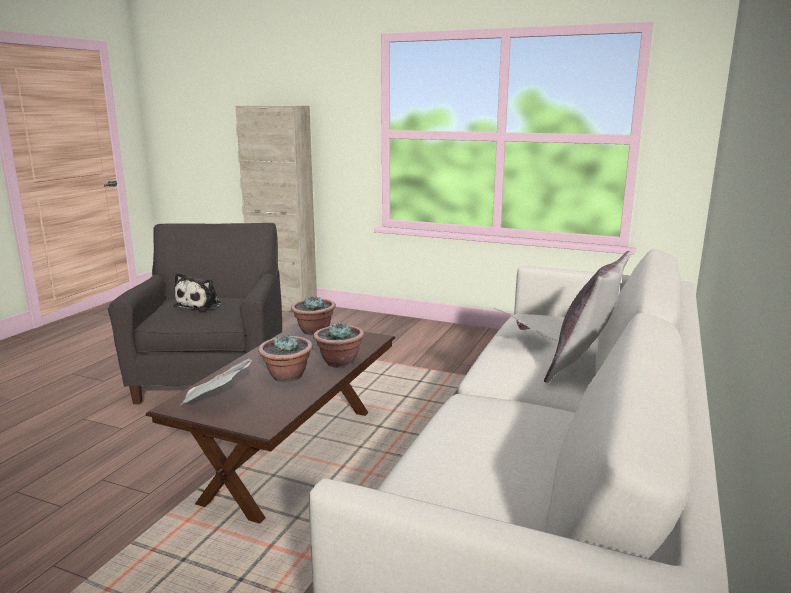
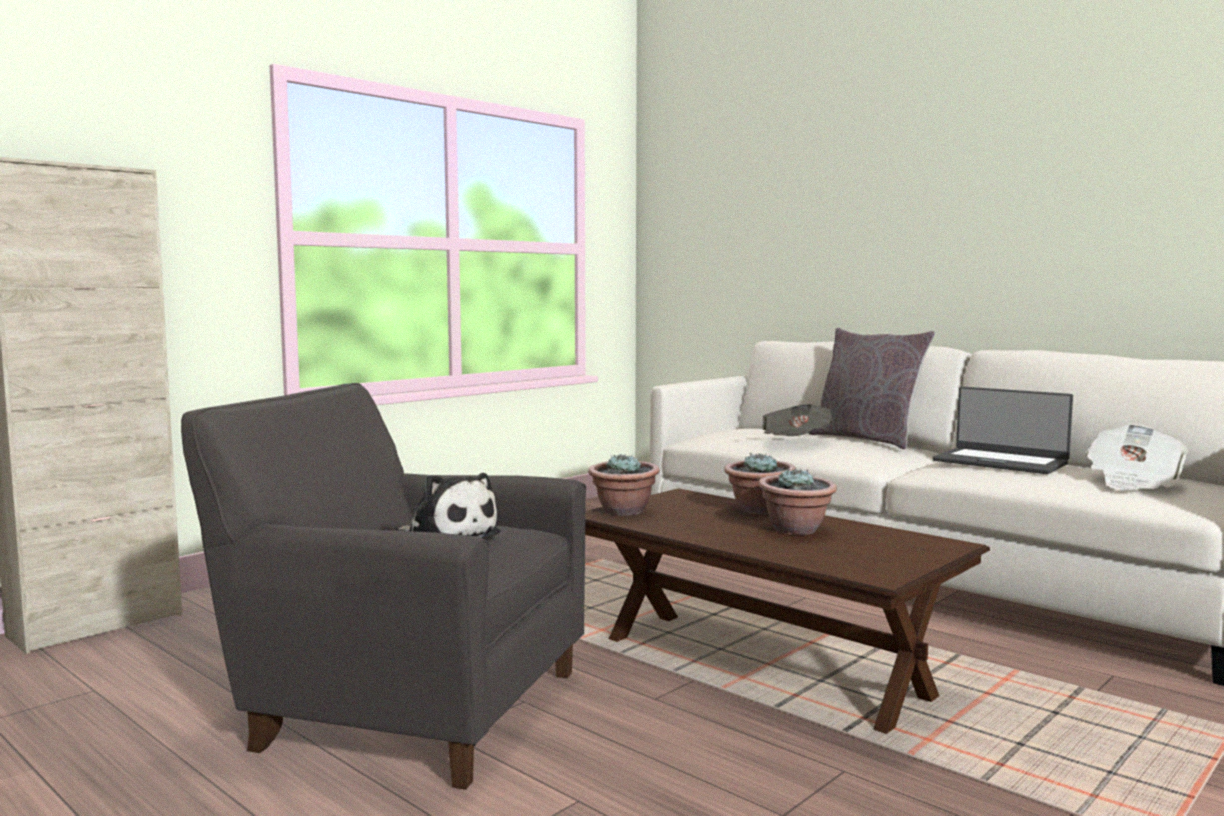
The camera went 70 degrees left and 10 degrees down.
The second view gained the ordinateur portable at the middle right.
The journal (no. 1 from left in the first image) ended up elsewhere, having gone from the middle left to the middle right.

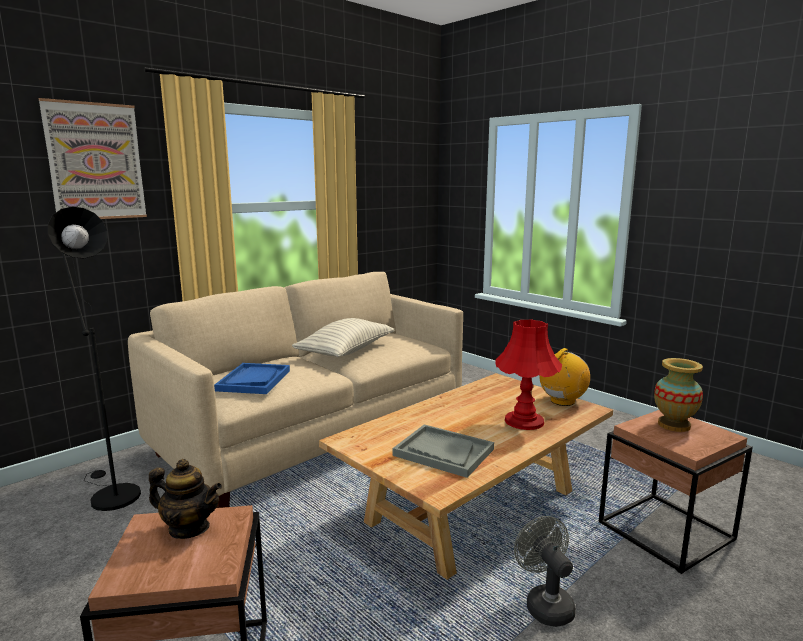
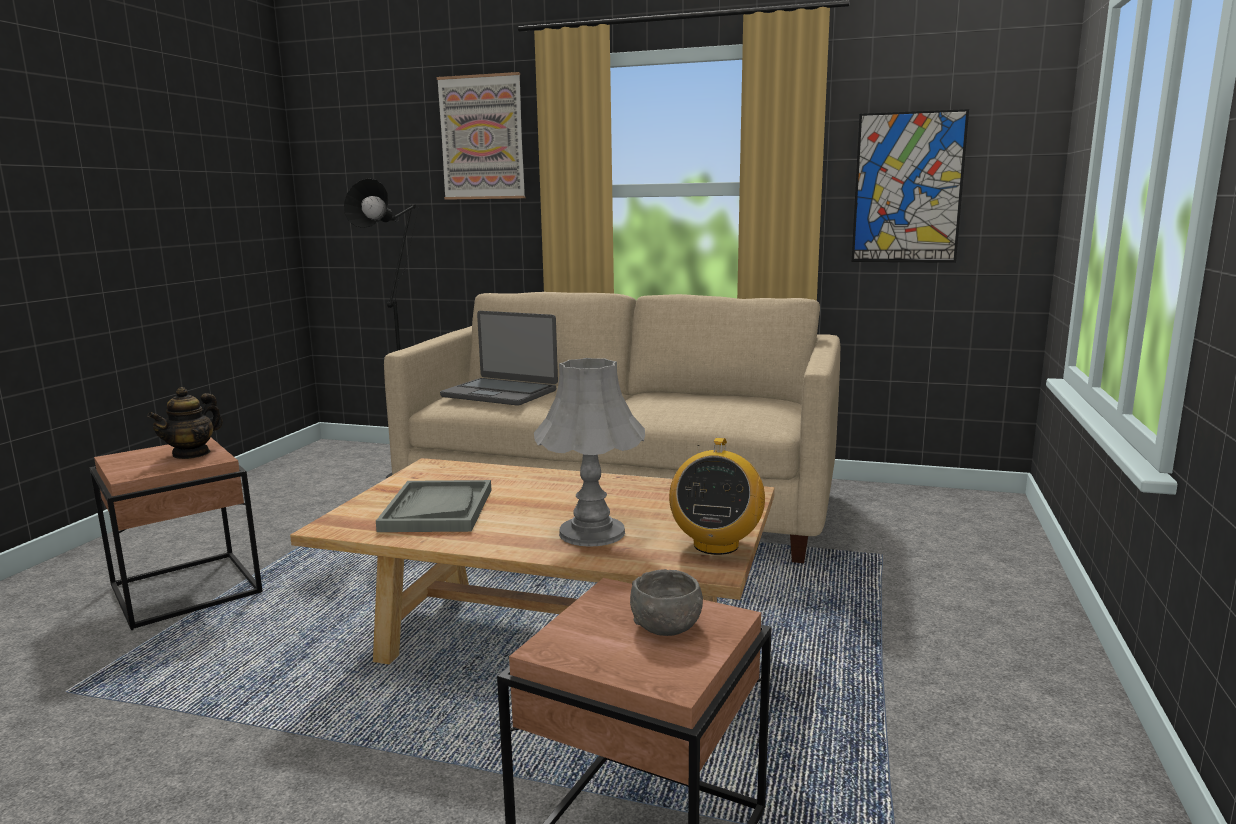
The camera went 60 degrees right and 0 degrees up.
The théière at the bottom left ended up facing another way, 45 degrees clockwise from before.
Where the plateau (bleu) stood at the middle left, the ordinateur portable came to stand at the centre.
What was the lampe de table (rouge) at the centre turned into the lampe de table (gris) at the centre.
Where the vase stood at the middle right, the bol (gris) came to stand at the bottom centre.
The radio at the middle right ended up facing another way, 90 degrees clockwise from before.
The second view gained the tableau (no. 2 from left) at the top right.
The second view lost the coussin at the centre.
The second view lost the ventilateur (gris) at the bottom right.

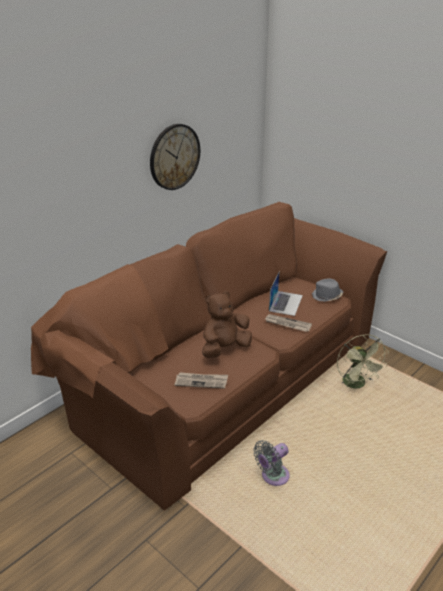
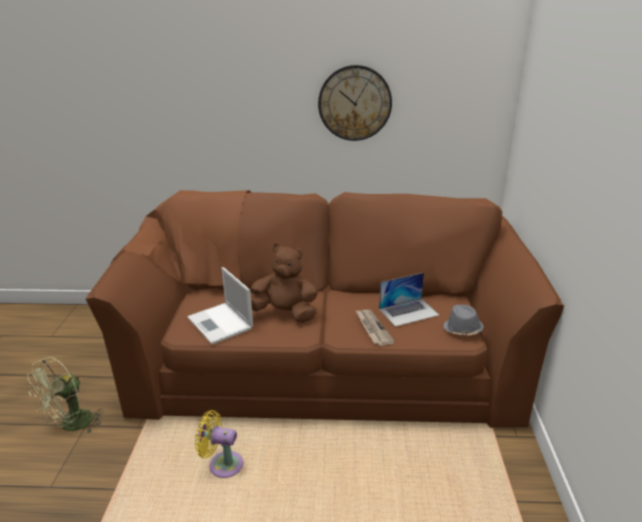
The camera went 50 degrees right and 5 degrees down.
The ventilateur (vert) ended up elsewhere, having gone from the middle right to the bottom left.
Where the journal (no. 1 from left) stood at the centre, the ordinateur portable (no. 1 from left) came to stand at the centre.
What was the ventilateur (gris) at the bottom centre turned into the ventilateur (jaune) at the bottom centre.

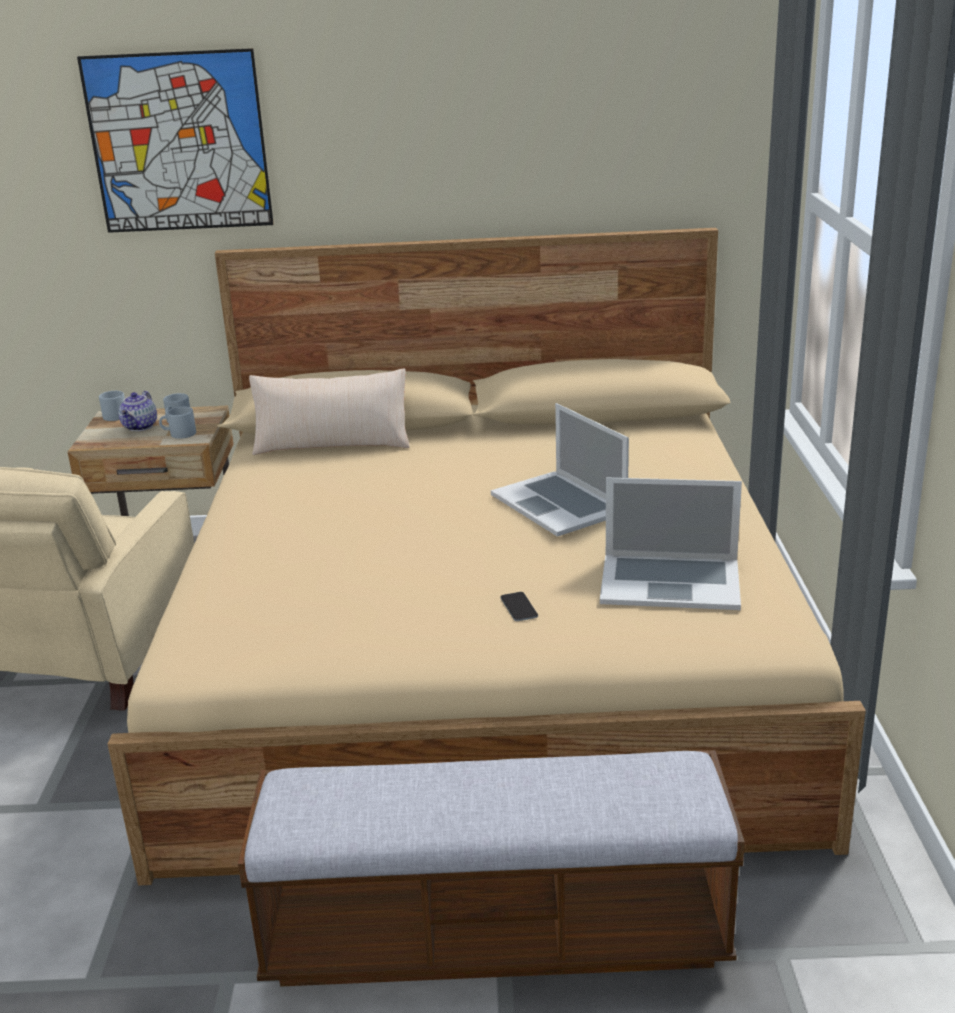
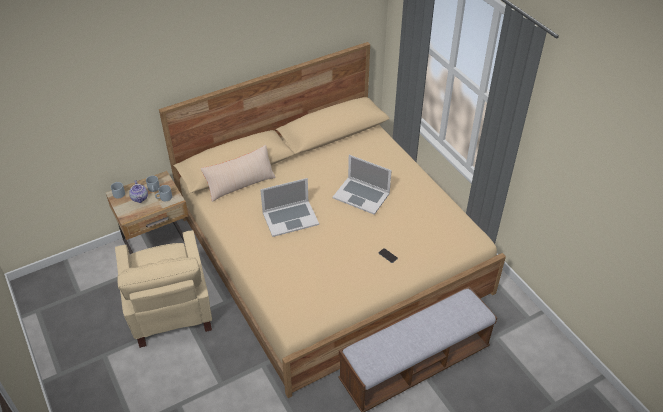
The camera went 30 degrees left and 20 degrees up.
The ordinateur portable (no. 2 from left in the first image) ended up elsewhere, having gone from the middle right to the centre.
The second view lost the tableau at the top left.

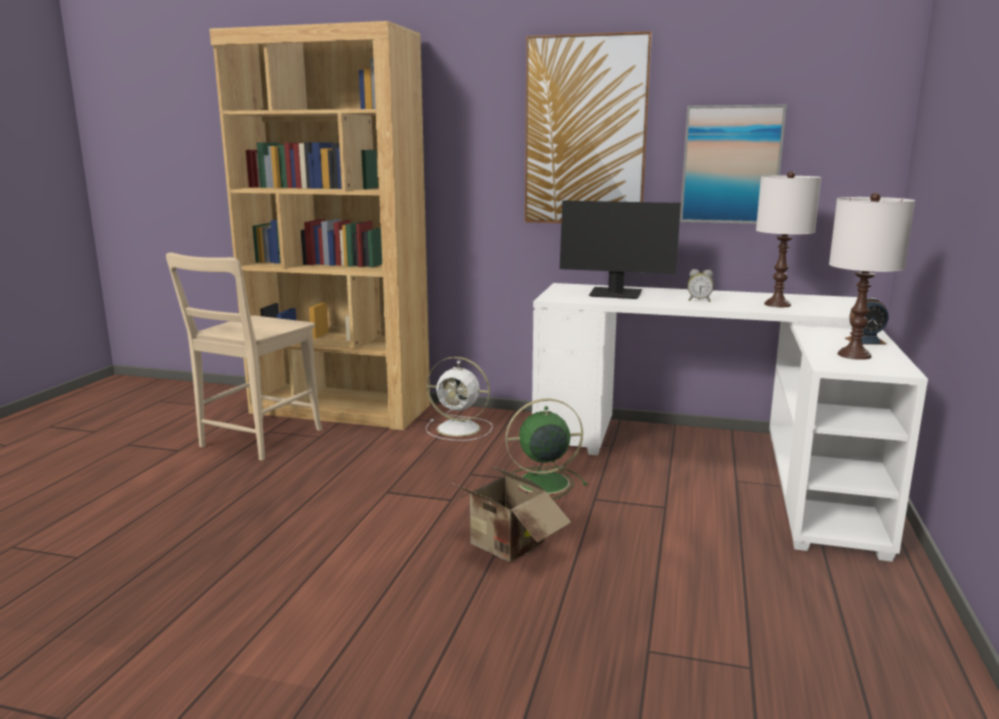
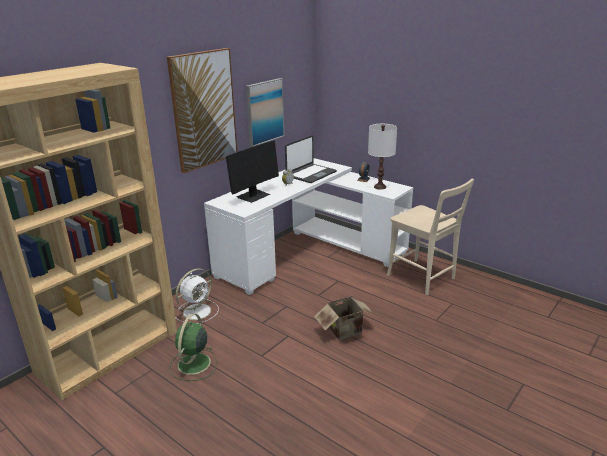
The camera went 65 degrees left and 10 degrees up.
The ventilateur (vert) ended up elsewhere, having gone from the centre to the bottom left.
Where the lampe de table (blanc) (no. 1 from left) stood at the top right, the ordinateur portable came to stand at the centre.
The chaise (beige) ended up elsewhere, having gone from the middle left to the middle right.

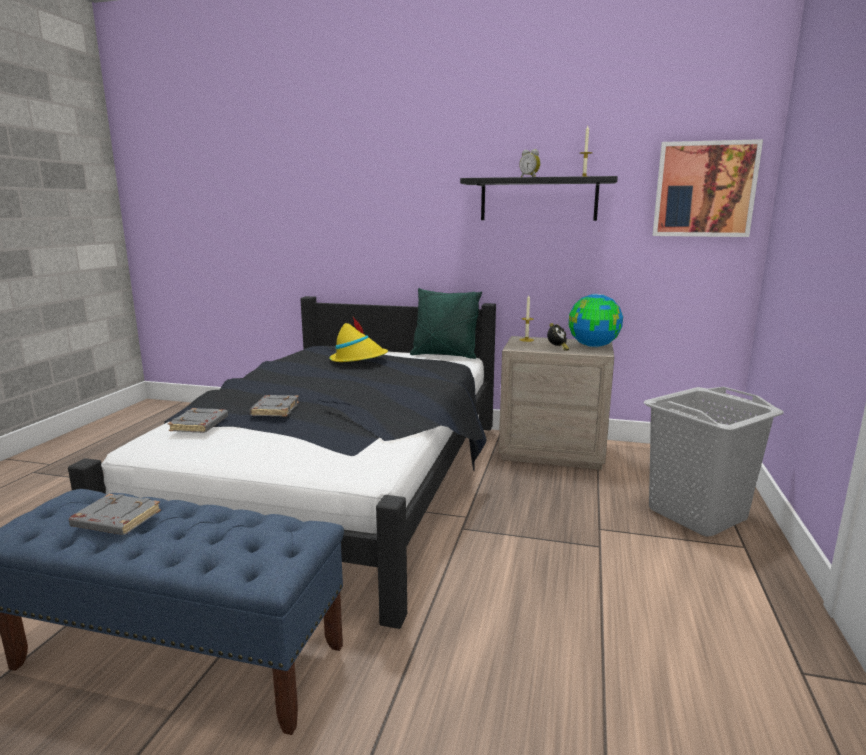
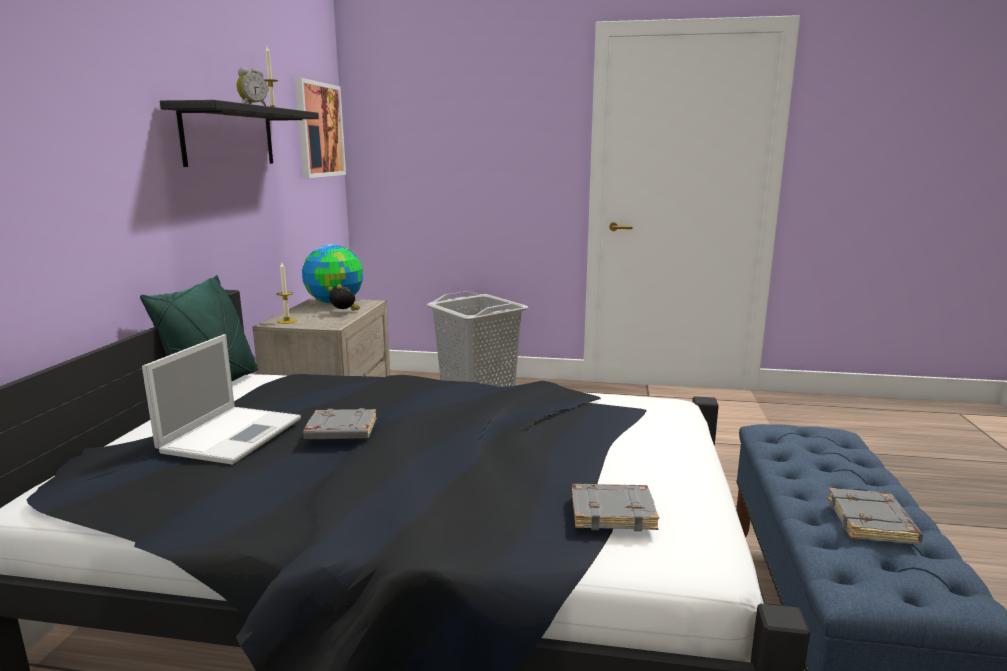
The camera went 95 degrees left and 0 degrees up.
Where the chapeau (jaune) stood at the centre, the ordinateur portable came to stand at the middle left.
The livre (gris) (no. 3 from left in the first image) ended up elsewhere, having gone from the middle left to the centre.

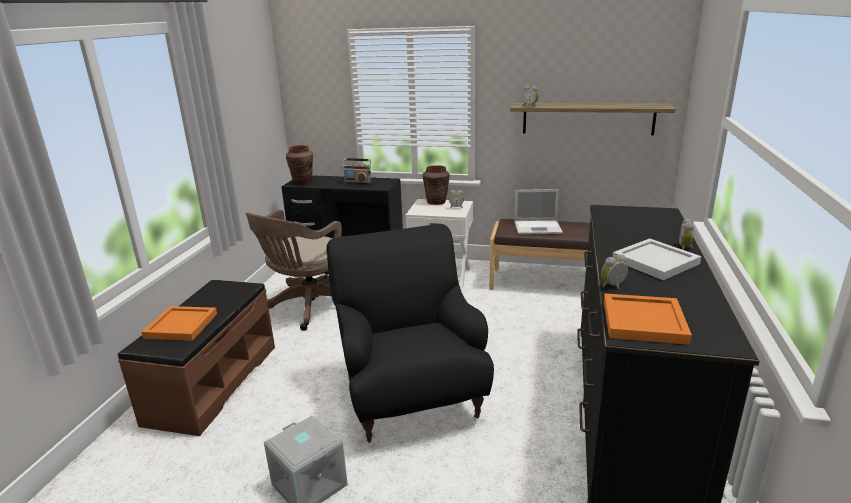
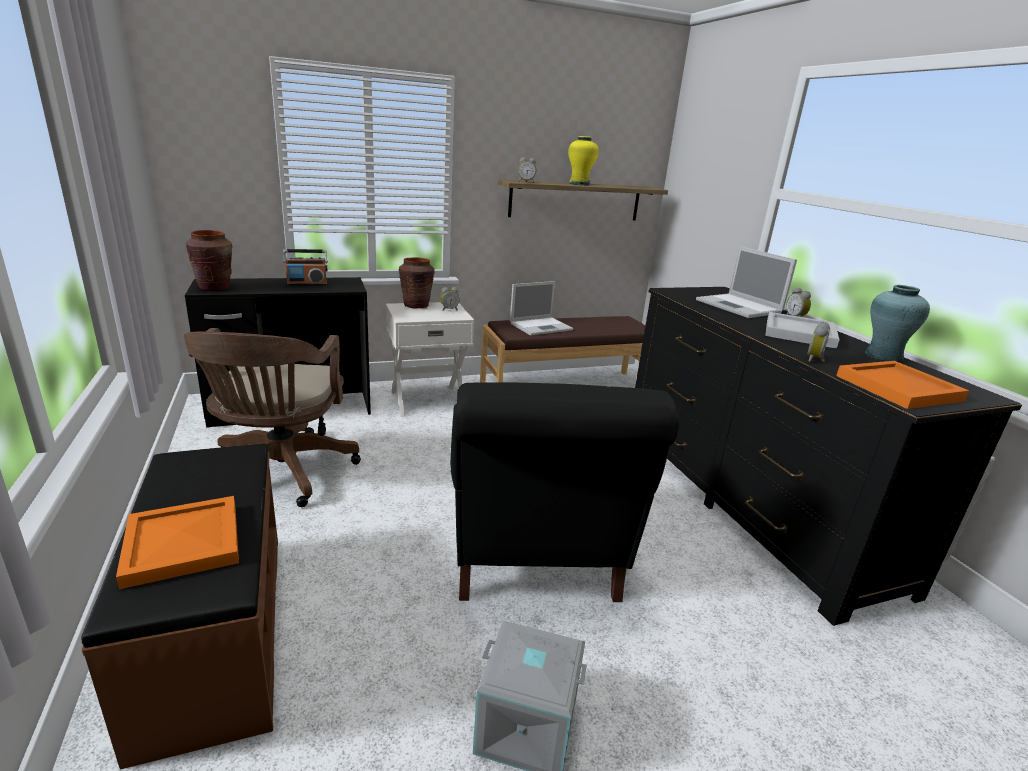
The camera went 35 degrees left and 0 degrees up.
The fauteuil (noir) at the centre ended up facing another way, 135 degrees counterclockwise from before.
The second view gained the vase (jaune) at the top centre.
The second view gained the ordinateur portable (no. 2 from left) at the middle right.
The second view gained the vase (turquoise) at the middle right.

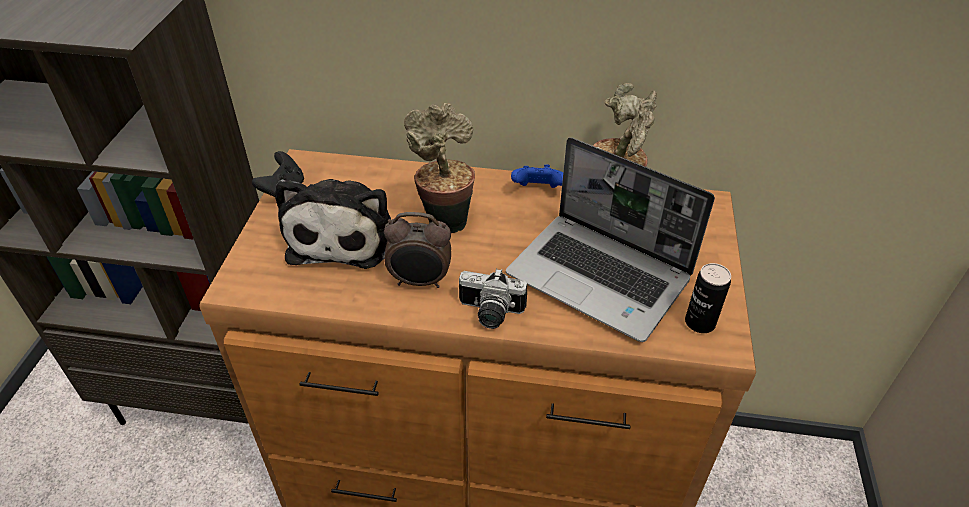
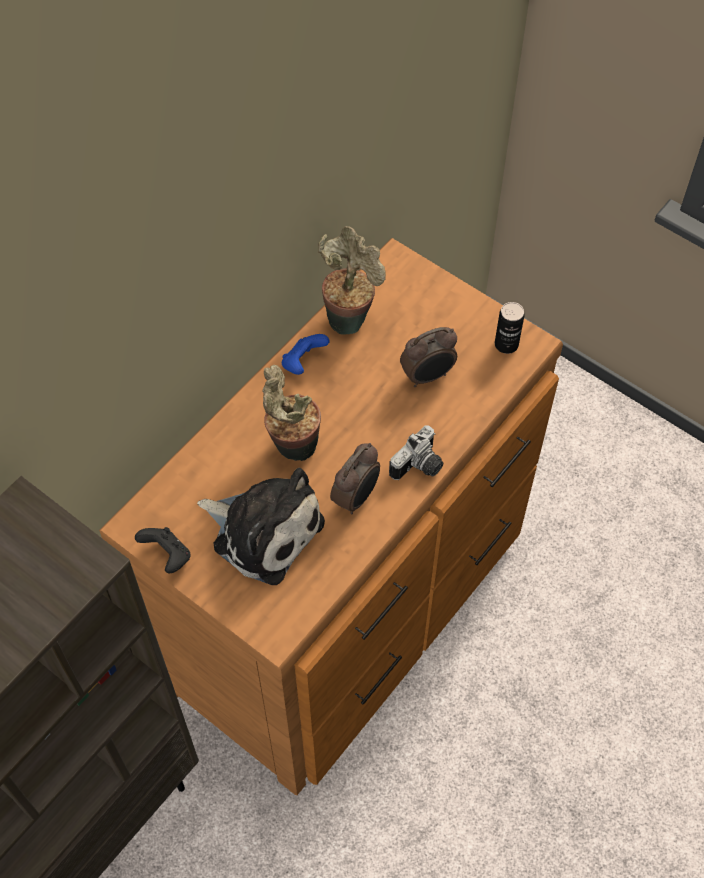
The camera went 60 degrees left and 15 degrees up.
Where the ordinateur portable stood at the centre, the réveil (no. 2 from left) came to stand at the centre.

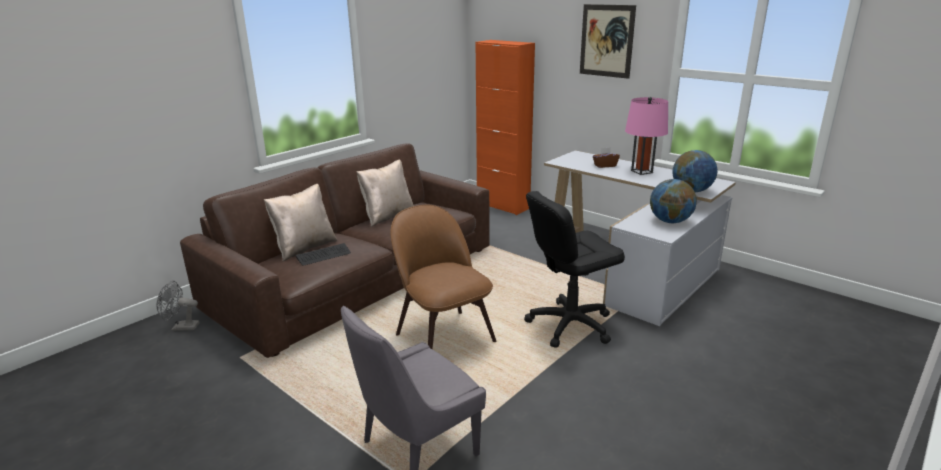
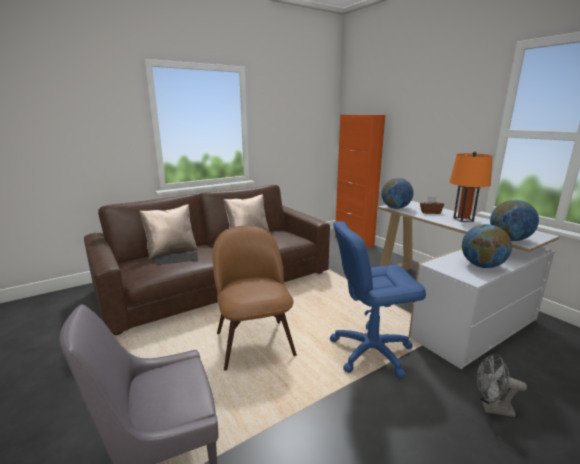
The camera went 15 degrees right and 5 degrees down.
What was the chaise de bureau (noir) at the centre turned into the chaise de bureau (bleu) at the centre.
The second view gained the globe (no. 1 from left) at the middle right.
What was the lampe de table (rose) at the top right turned into the lampe de table (orange) at the middle right.
The ventilateur (gris) ended up elsewhere, having gone from the middle left to the bottom right.
The second view lost the tableau at the top centre.

